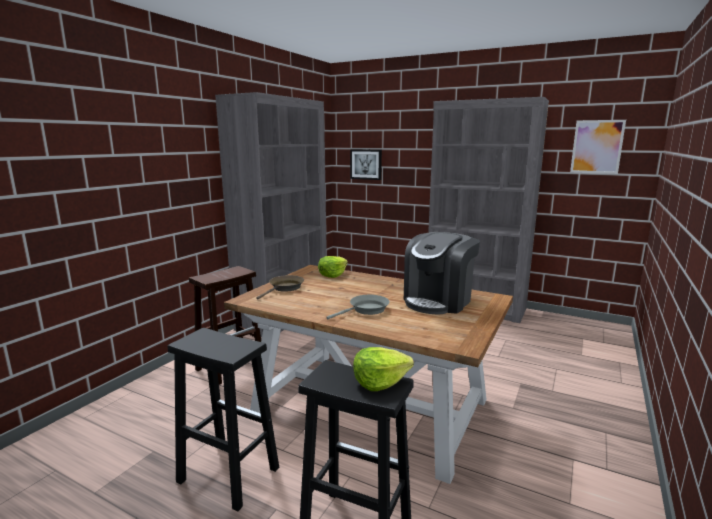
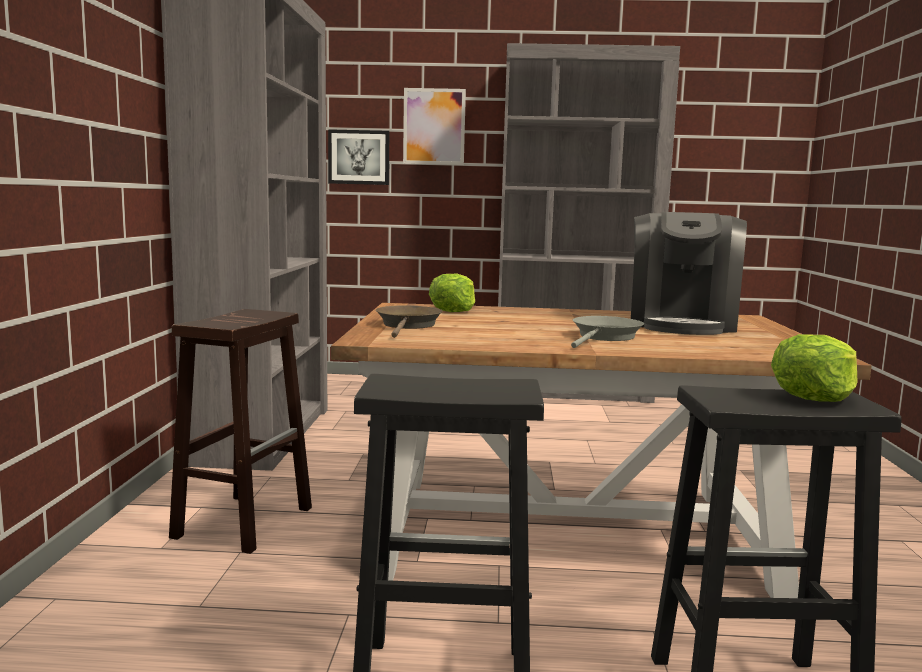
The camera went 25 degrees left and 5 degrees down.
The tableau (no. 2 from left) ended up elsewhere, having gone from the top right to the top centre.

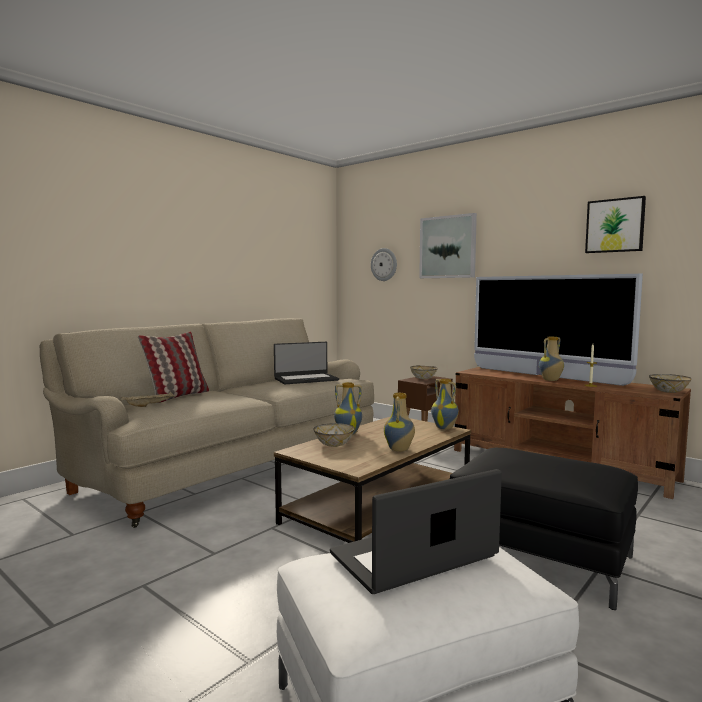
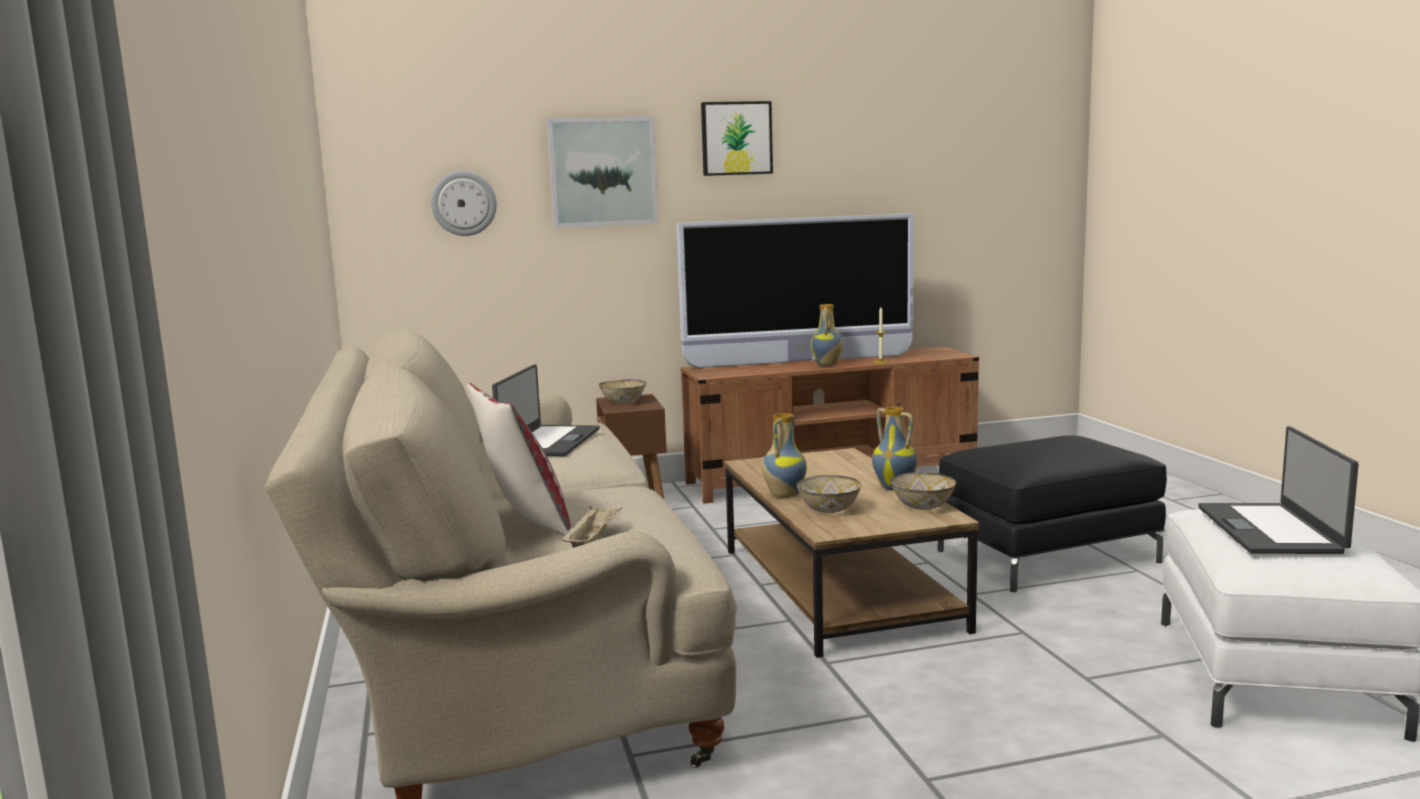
The camera went 55 degrees left and 5 degrees up.
The tableau (no. 2 from left) ended up elsewhere, having gone from the top right to the top centre.
The bol (no. 3 from left) ended up elsewhere, having gone from the middle right to the centre.
The second view lost the vase (no. 3 from left) at the centre.

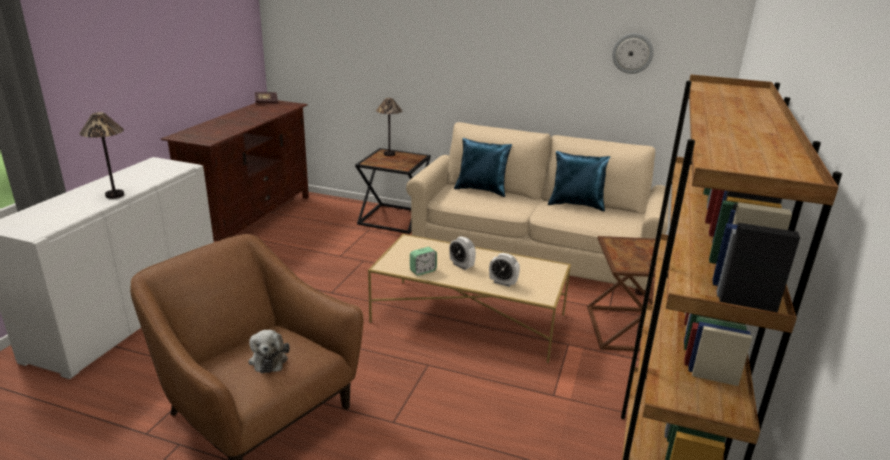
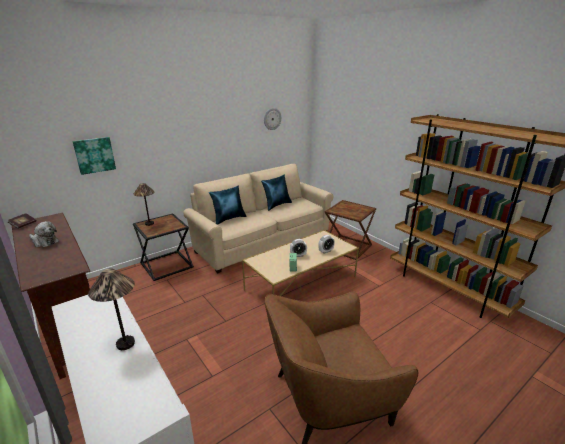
The camera went 55 degrees left and 0 degrees up.
The peluche ended up elsewhere, having gone from the bottom left to the middle left.
The second view gained the tableau at the middle left.

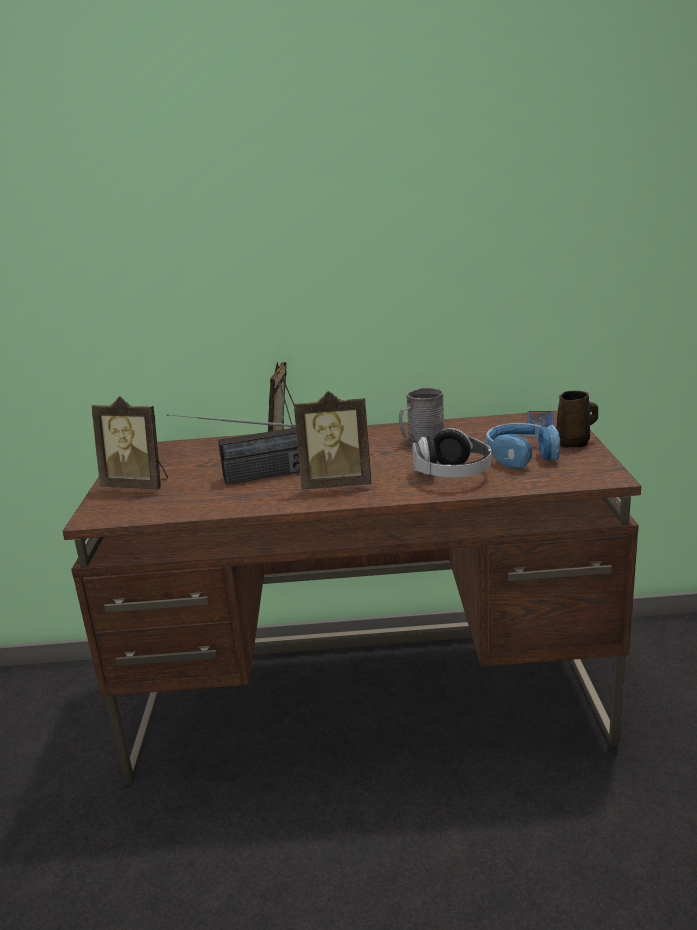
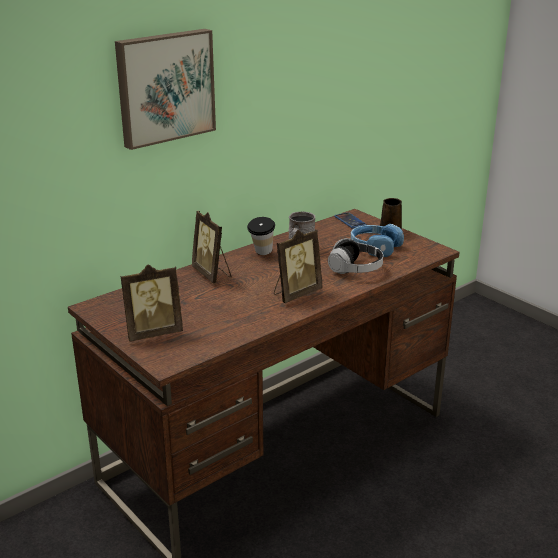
The camera went 40 degrees left and 5 degrees up.
The second view gained the tableau at the top left.
The second view gained the tasse at the centre.
The second view lost the radio at the centre.

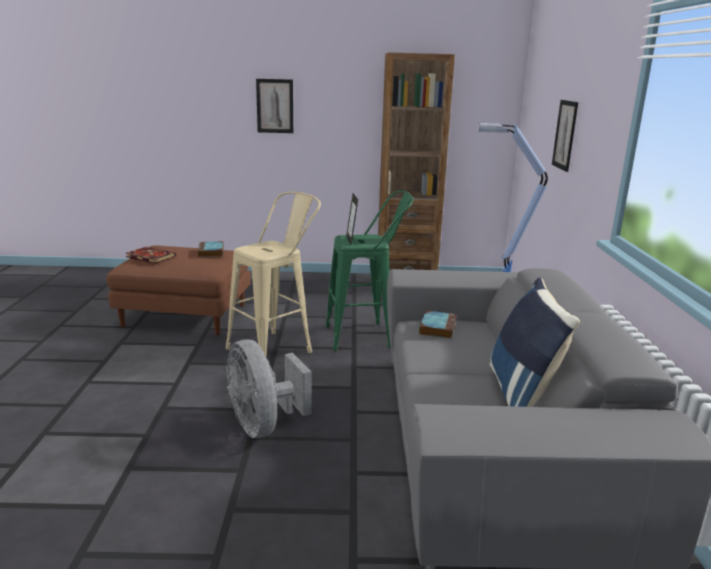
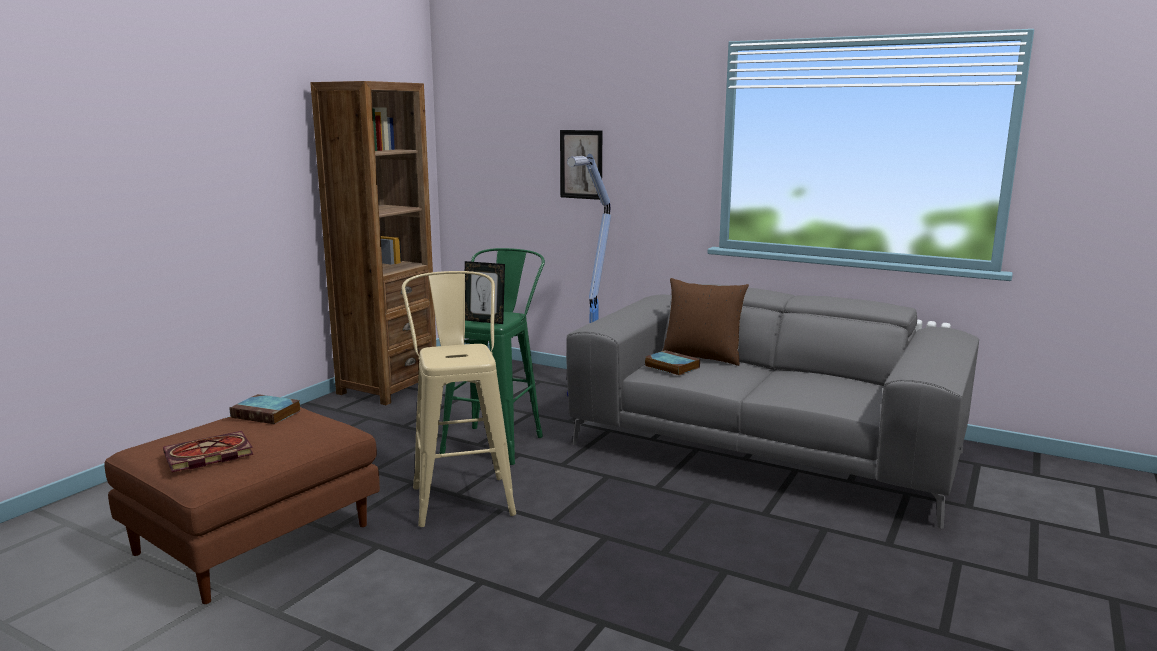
The camera went 60 degrees left and 5 degrees down.
The second view gained the coussin (marron) at the centre.
The second view lost the ventilateur (gris) at the bottom centre.
The second view lost the tableau (no. 1 from left) at the top centre.
The second view lost the coussin (bleu) at the middle right.

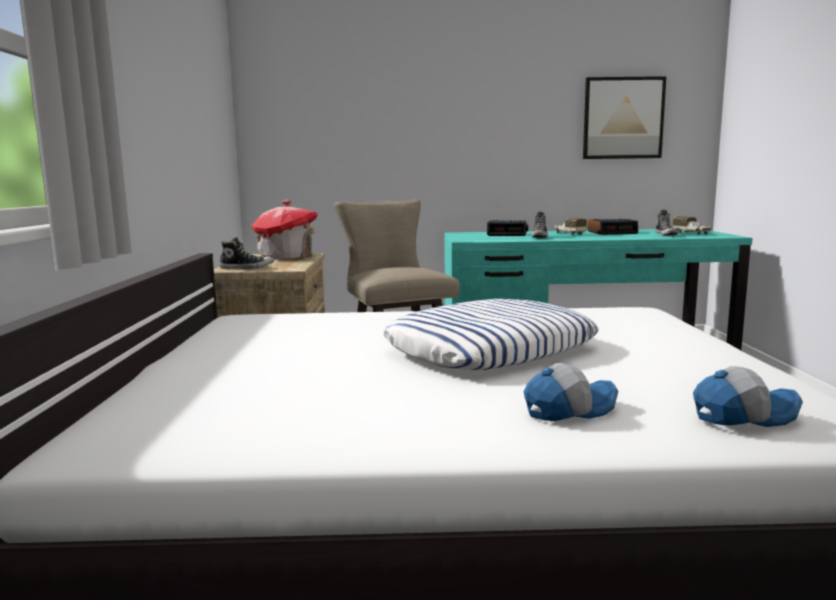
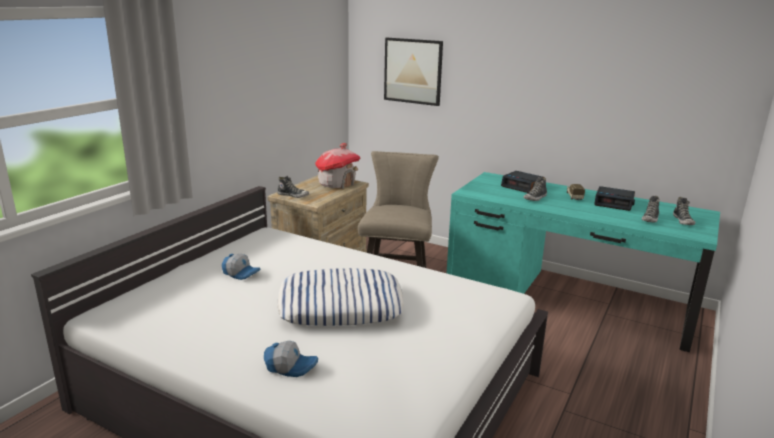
The camera went 30 degrees right and 10 degrees up.
The casquette (no. 2 from left in the first image) ended up elsewhere, having gone from the middle right to the middle left.
The tableau ended up elsewhere, having gone from the top right to the top centre.
Where the camion jouet (no. 2 from left) stood at the middle right, the chaussure (no. 4 from left) came to stand at the middle right.

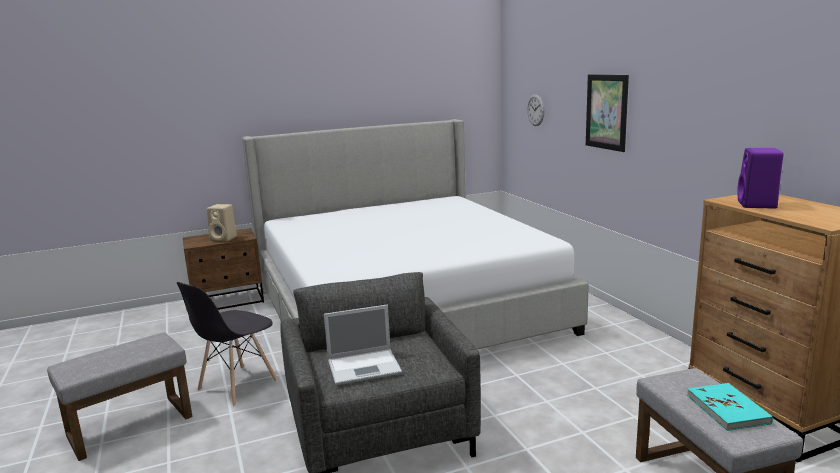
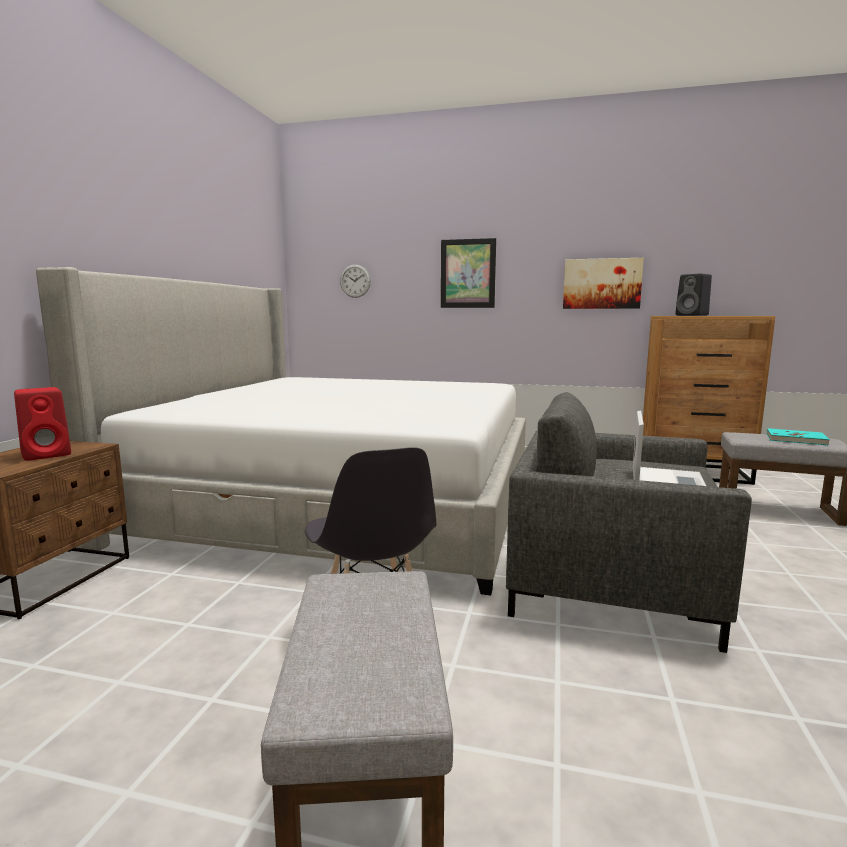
The camera went 55 degrees left and 5 degrees down.
What was the enceinte (beige) at the middle left turned into the enceinte (rouge) at the middle left.
The second view gained the tableau (no. 2 from left) at the middle right.
What was the enceinte (violet) at the middle right turned into the enceinte (noir) at the middle right.

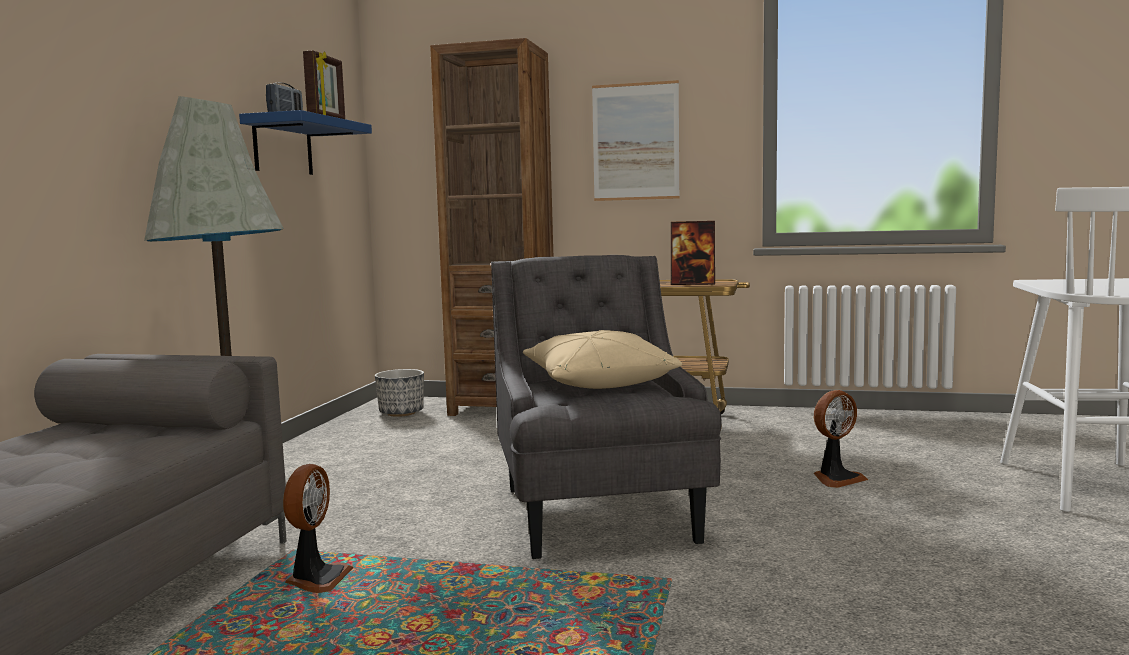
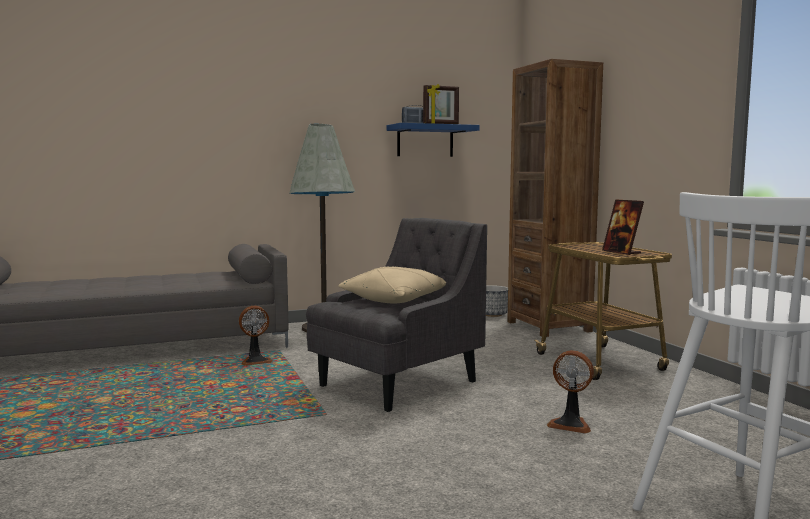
The camera went 55 degrees right and 0 degrees up.
The second view lost the tableau at the top centre.

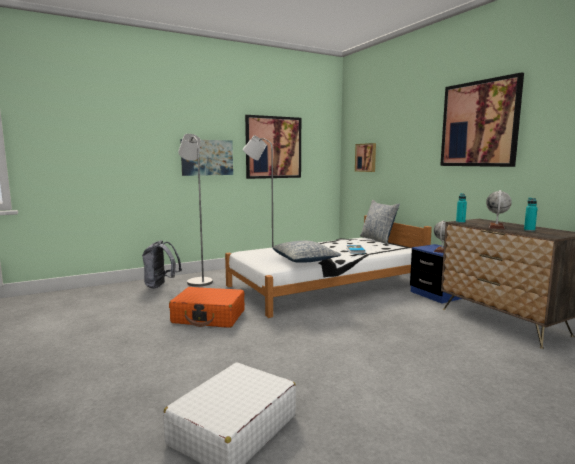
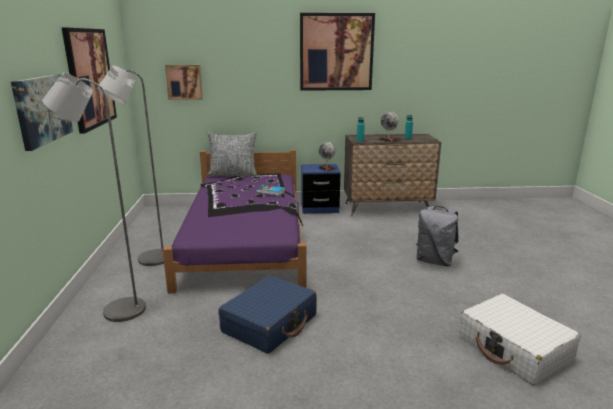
The camera went 65 degrees left and 10 degrees up.
What was the lit (blanc) at the centre turned into the lit (violet) at the centre.
What was the valise (orange) at the centre turned into the valise (bleu) at the bottom centre.
The sac à dos (gris) ended up elsewhere, having gone from the middle left to the middle right.
The second view lost the coussin (no. 1 from left) at the centre.

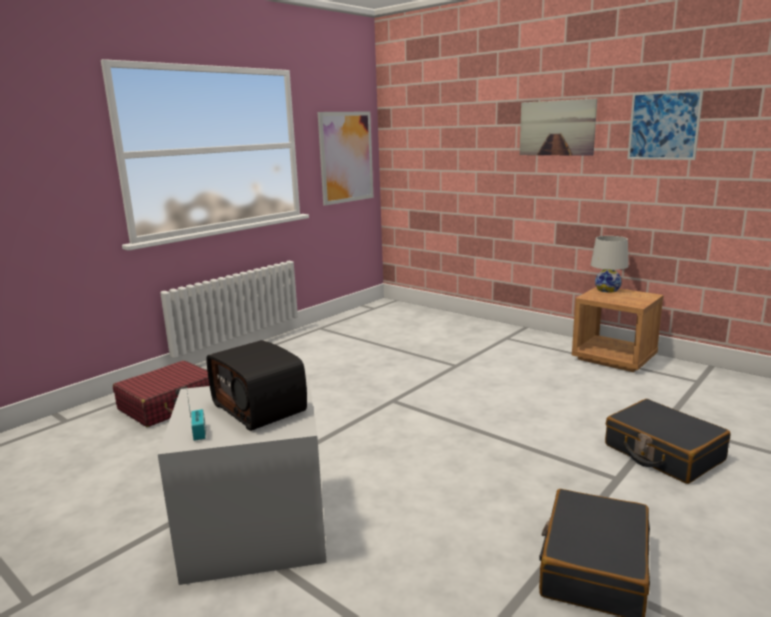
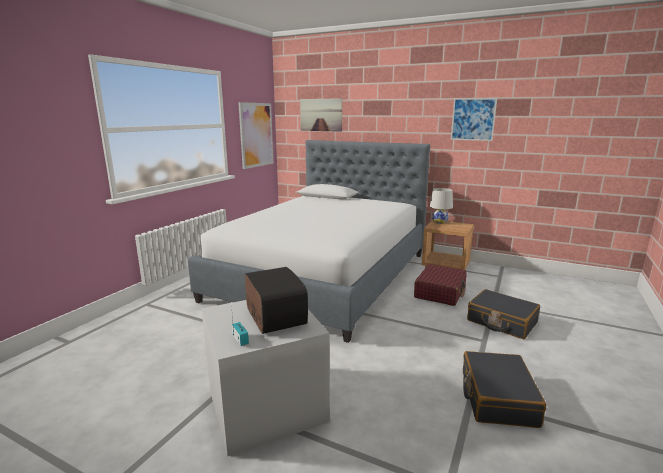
The camera went 15 degrees left and 0 degrees up.
The second view gained the lit at the centre.
The radio (no. 2 from left) at the middle left ended up facing another way, 150 degrees counterclockwise from before.
The tableau (no. 2 from left) ended up elsewhere, having gone from the top right to the top centre.
The valise (rouge) ended up elsewhere, having gone from the middle left to the centre.

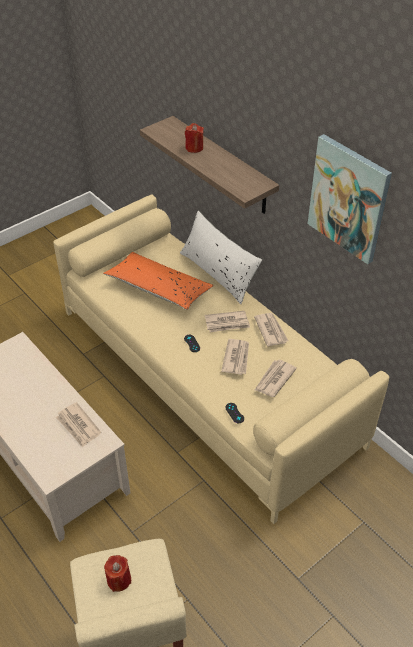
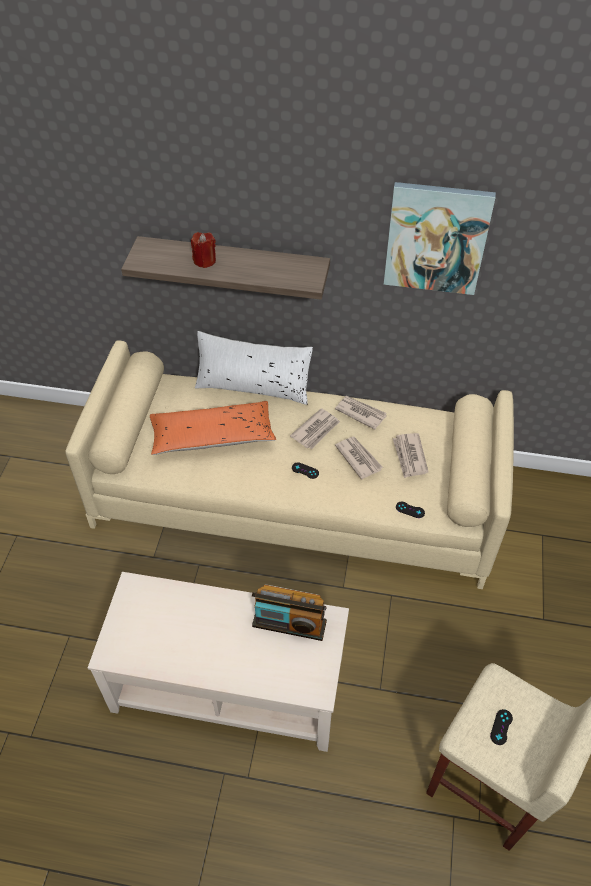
The camera went 40 degrees left and 5 degrees up.
Where the journal (no. 1 from left) stood at the middle left, the radio came to stand at the bottom centre.
Where the bougie (rouge) (no. 1 from left) stood at the bottom left, the manette (noir) (no. 3 from left) came to stand at the bottom right.

